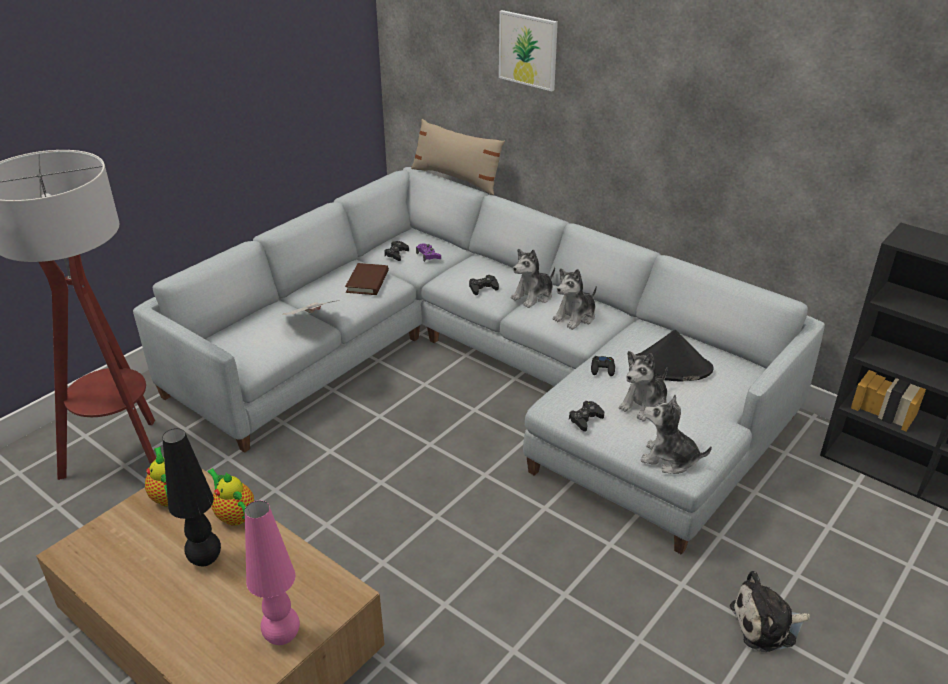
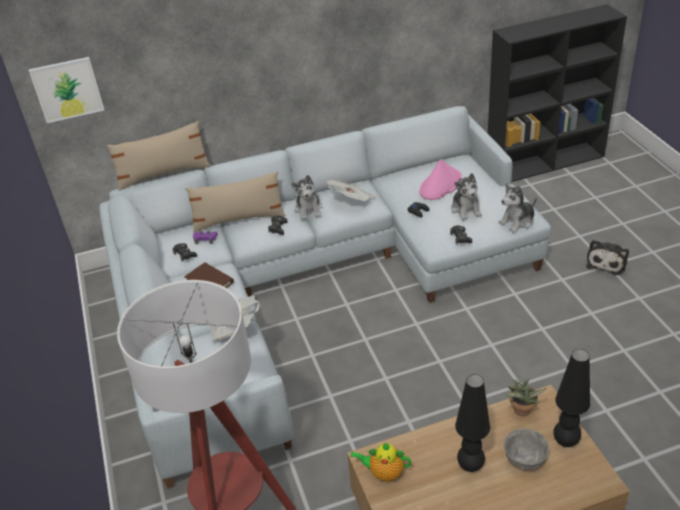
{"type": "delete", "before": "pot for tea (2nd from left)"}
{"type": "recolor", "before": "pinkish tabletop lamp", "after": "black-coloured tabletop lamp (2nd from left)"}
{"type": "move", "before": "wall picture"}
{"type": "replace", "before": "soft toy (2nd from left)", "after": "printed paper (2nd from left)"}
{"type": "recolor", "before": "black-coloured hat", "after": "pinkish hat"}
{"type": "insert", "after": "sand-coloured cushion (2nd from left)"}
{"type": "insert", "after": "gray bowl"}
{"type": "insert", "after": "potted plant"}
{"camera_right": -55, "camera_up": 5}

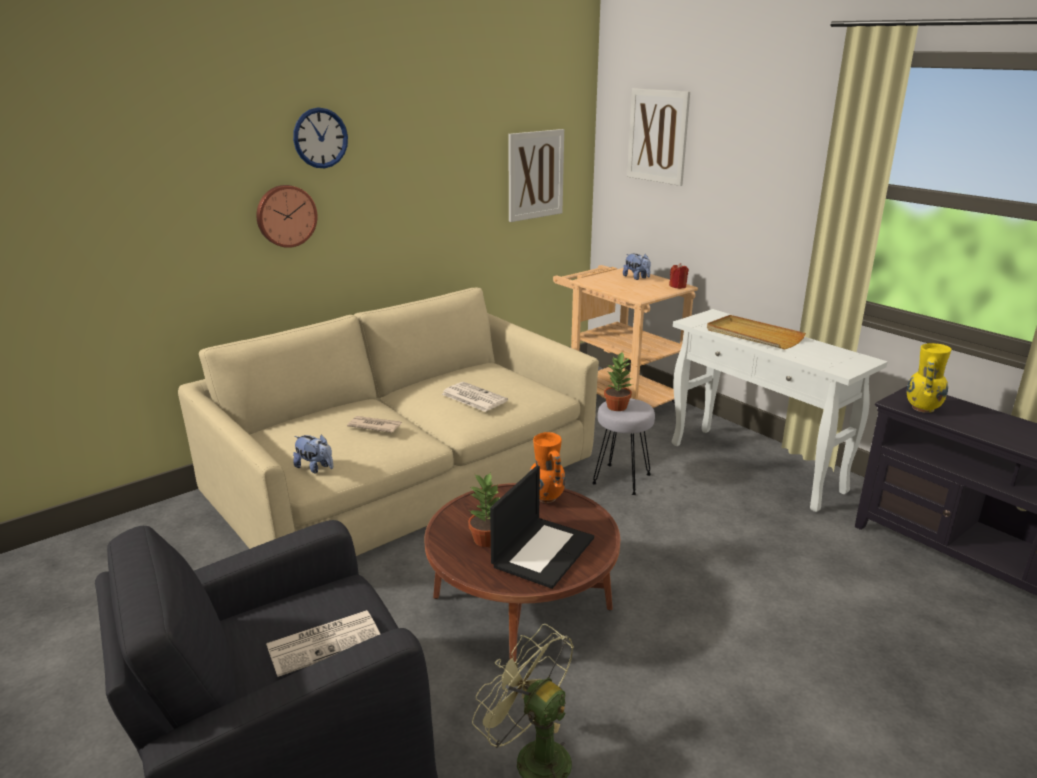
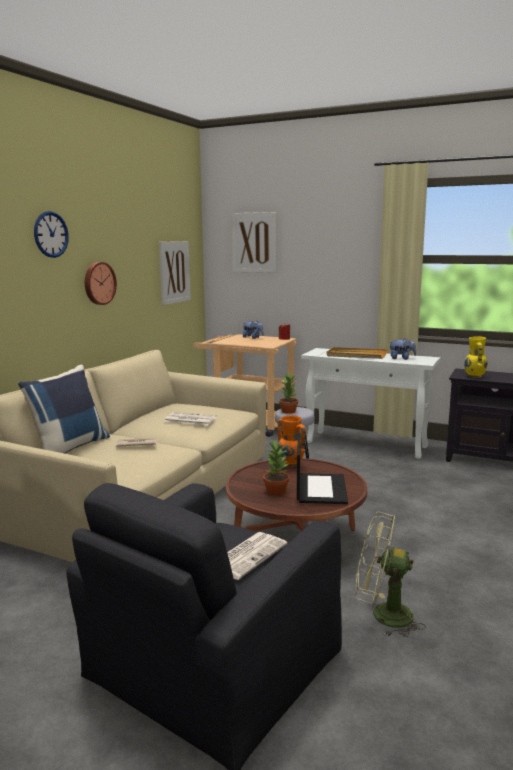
{"type": "move", "before": "clock on the wall (1st from left in the first image)", "after": "clock on the wall (2nd from left)"}
{"type": "move", "before": "soft toy (1st from left in the first image)", "after": "soft toy (2nd from left)"}
{"type": "insert", "after": "blue-coloured cushion"}
{"camera_right": -25, "camera_up": -10}

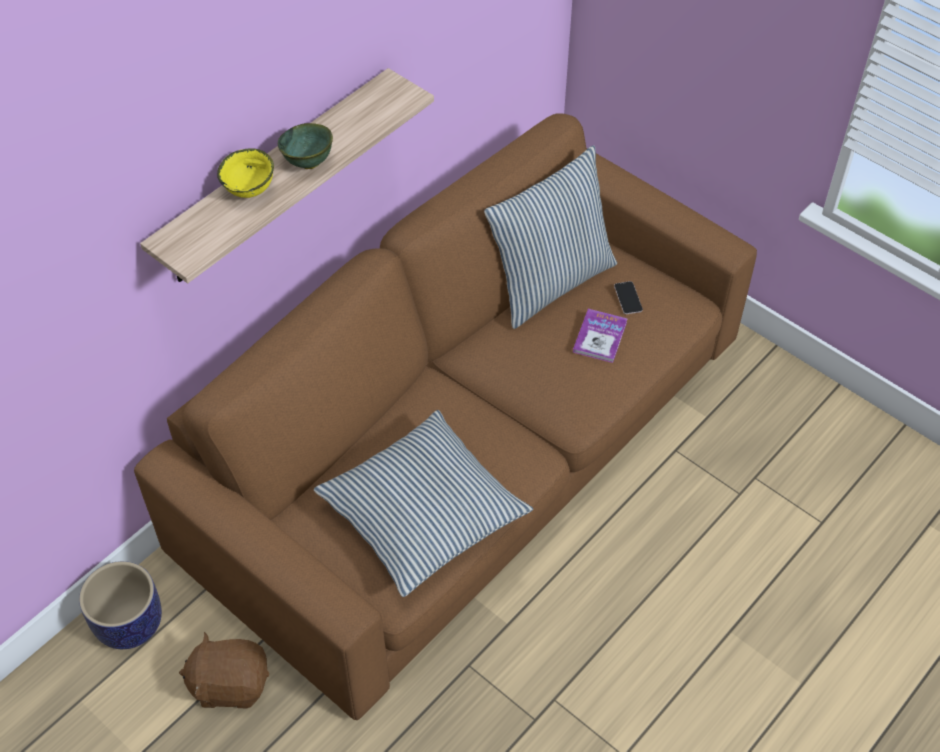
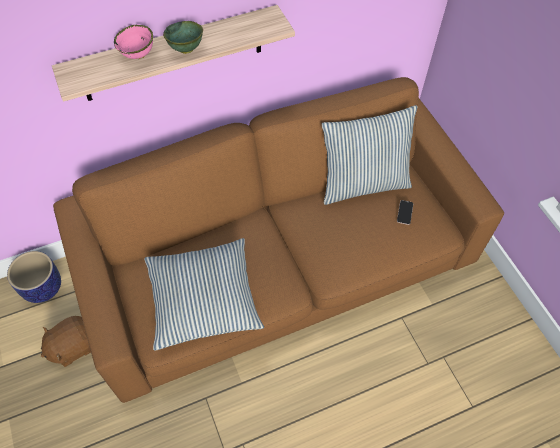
{"type": "rotate", "before": "brown-coloured soft toy", "turn": -60}
{"type": "recolor", "before": "yellow-coloured bowl", "after": "pinkish bowl"}
{"type": "delete", "before": "bound book"}
{"camera_right": 25, "camera_up": 5}

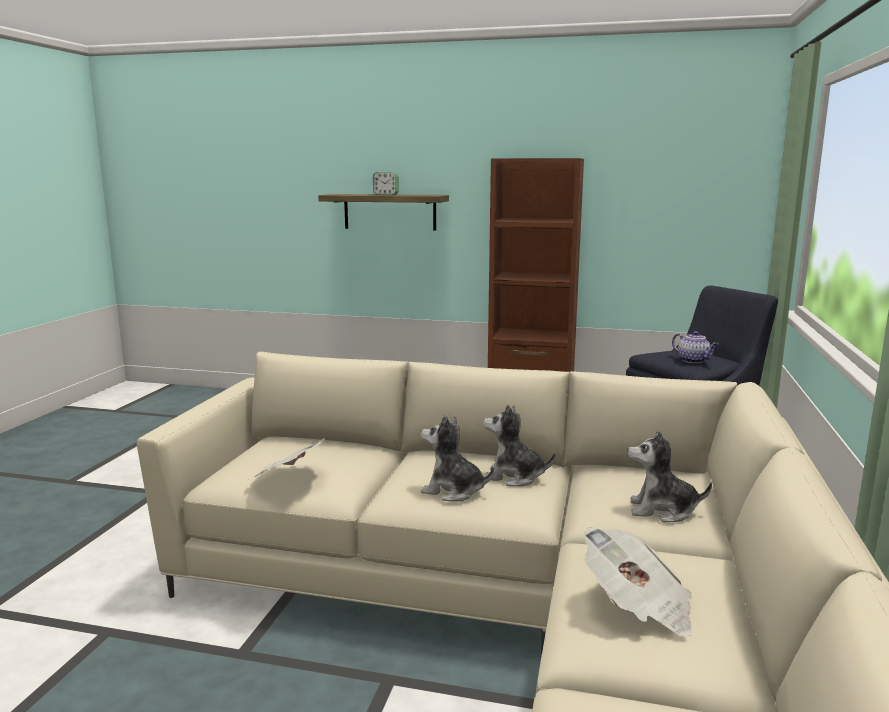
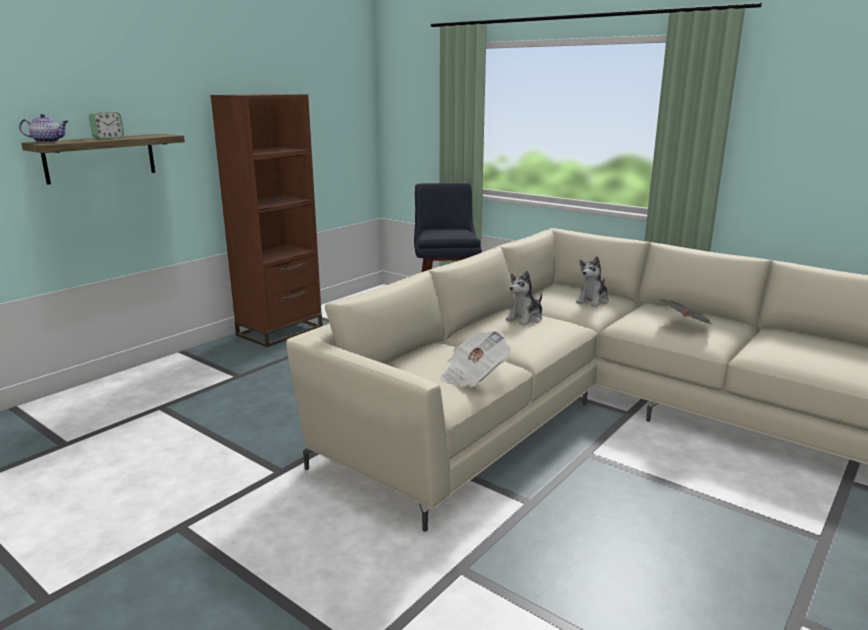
{"type": "delete", "before": "soft toy (1st from left)"}
{"type": "move", "before": "pot for tea"}
{"camera_right": -65, "camera_up": 5}

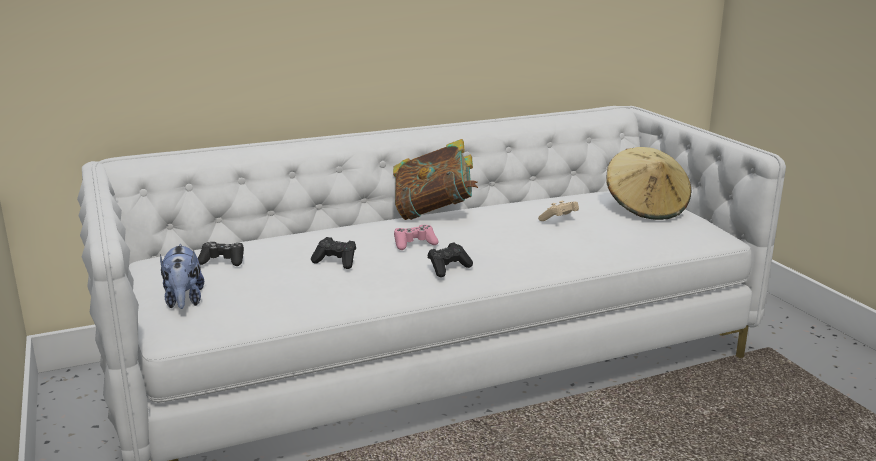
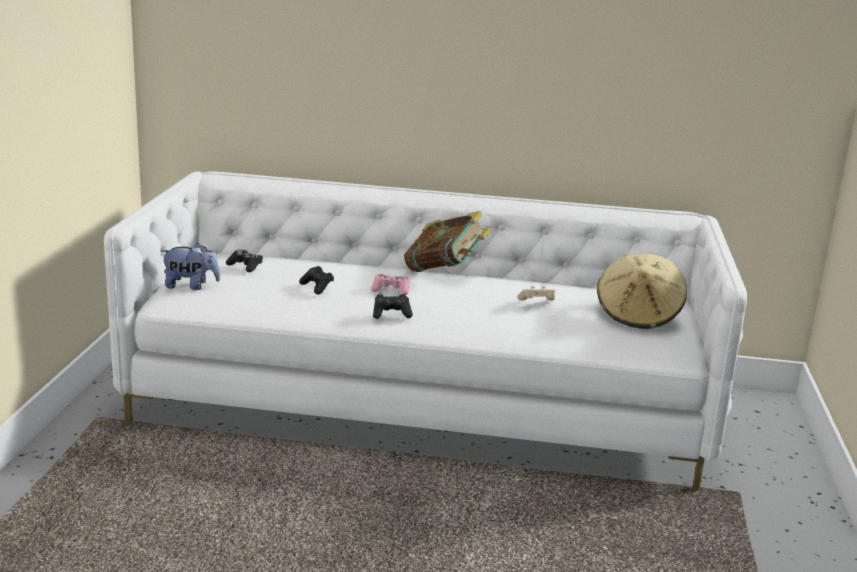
{"type": "rotate", "before": "soft toy", "turn": -105}
{"camera_right": 30, "camera_up": 0}

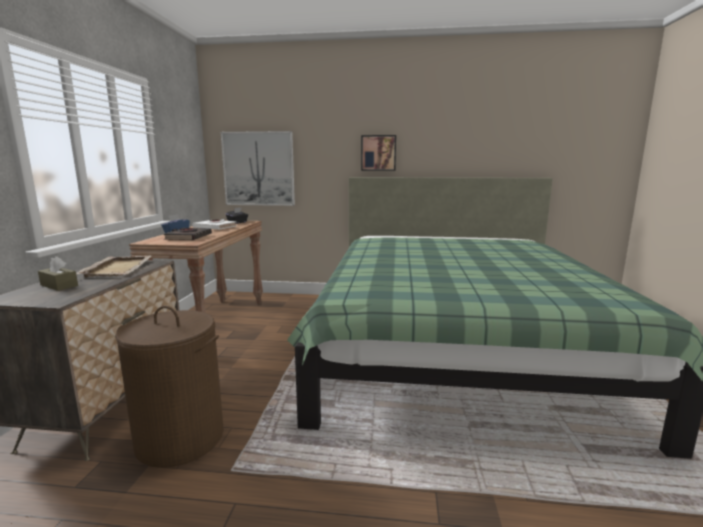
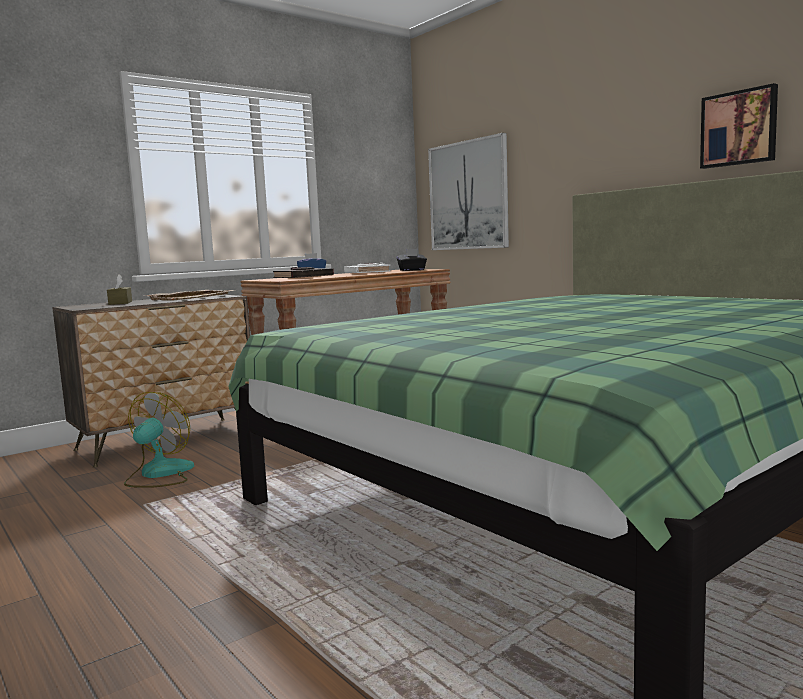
{"type": "replace", "before": "brown-coloured hamper", "after": "cooling fan"}
{"type": "move", "before": "wall picture (2nd from left)"}
{"camera_right": 45, "camera_up": -5}

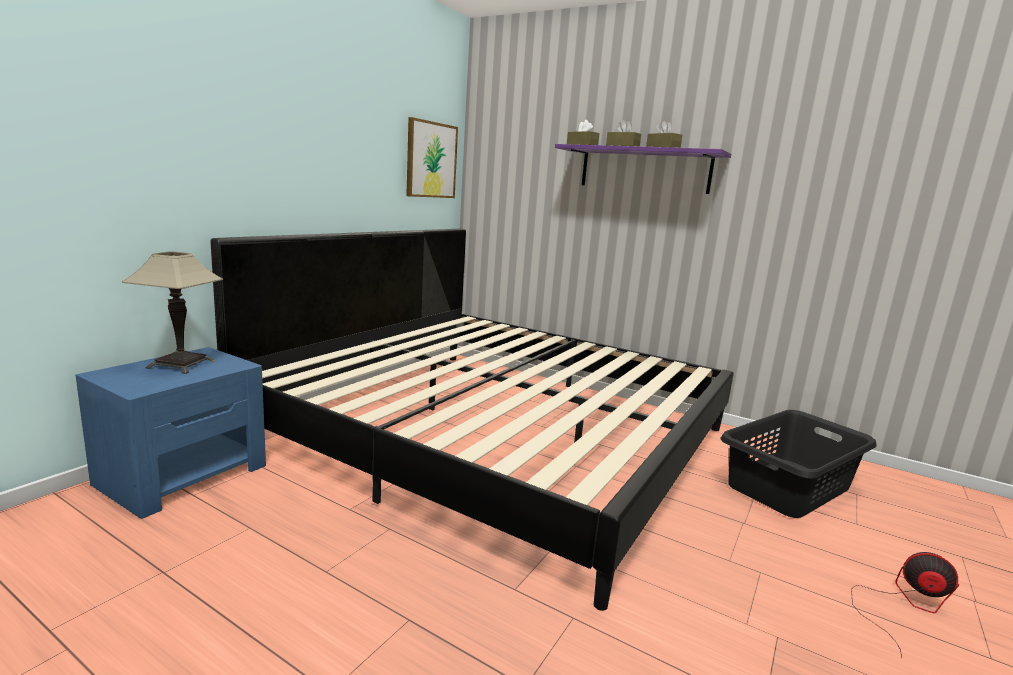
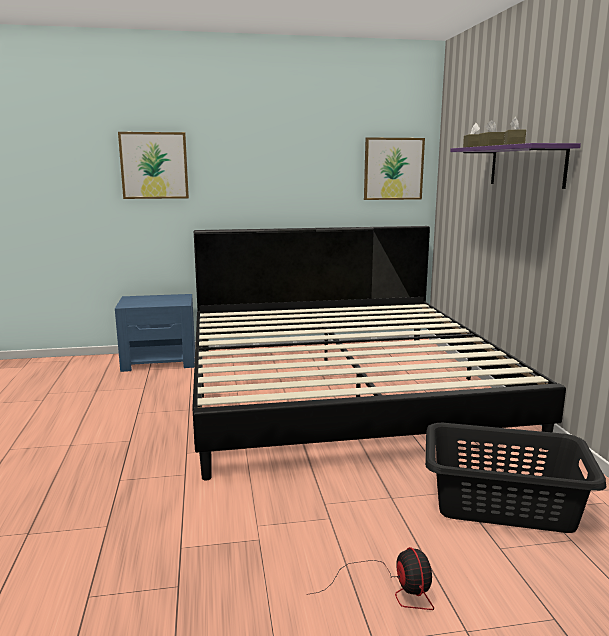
{"type": "delete", "before": "tabletop lamp"}
{"type": "insert", "after": "wall picture (1st from left)"}
{"camera_right": 50, "camera_up": 0}

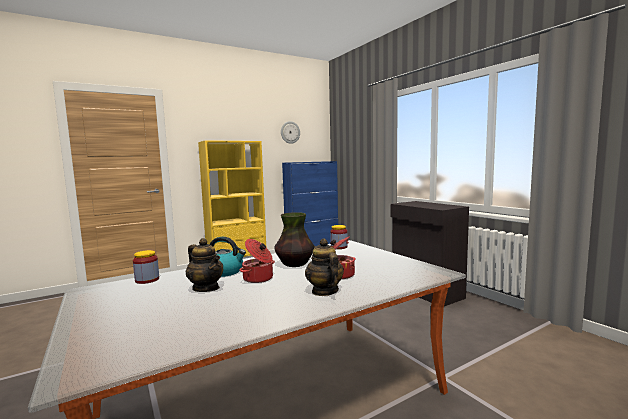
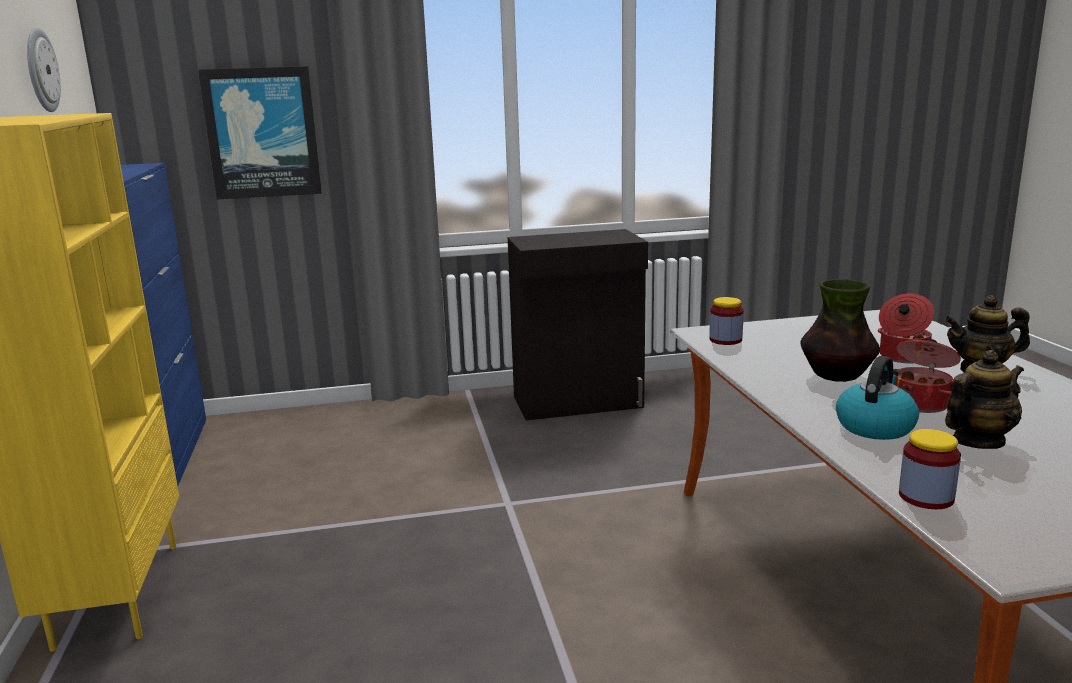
{"type": "insert", "after": "wall picture"}
{"camera_right": -70, "camera_up": 10}

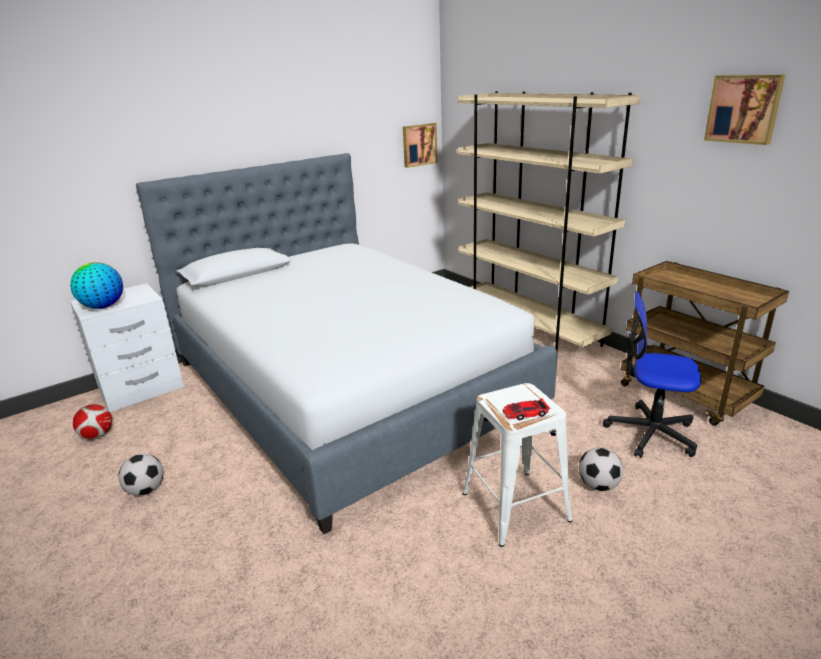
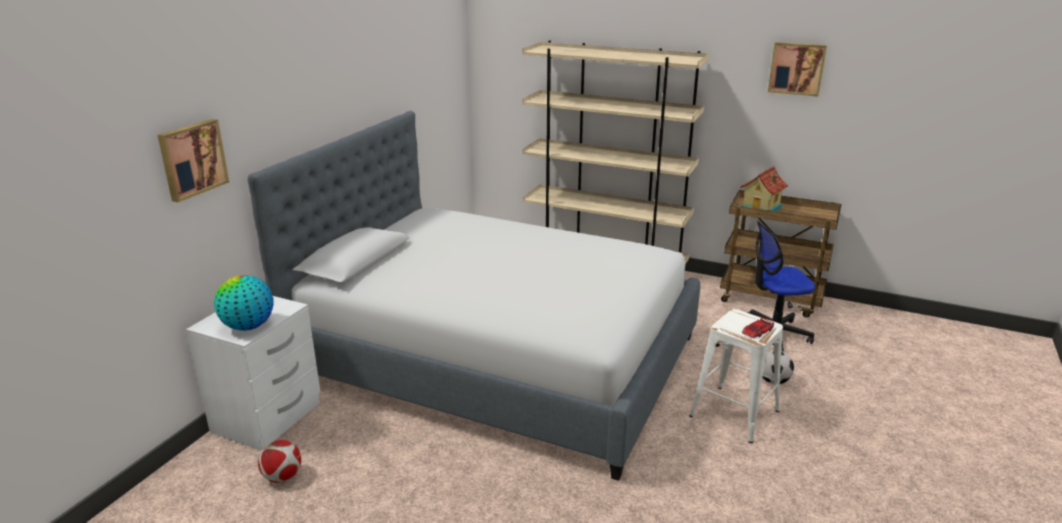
{"type": "delete", "before": "football ball (2nd from left)"}
{"type": "move", "before": "wall picture (1st from left)"}
{"type": "insert", "after": "miniature house"}
{"camera_right": -30, "camera_up": 0}

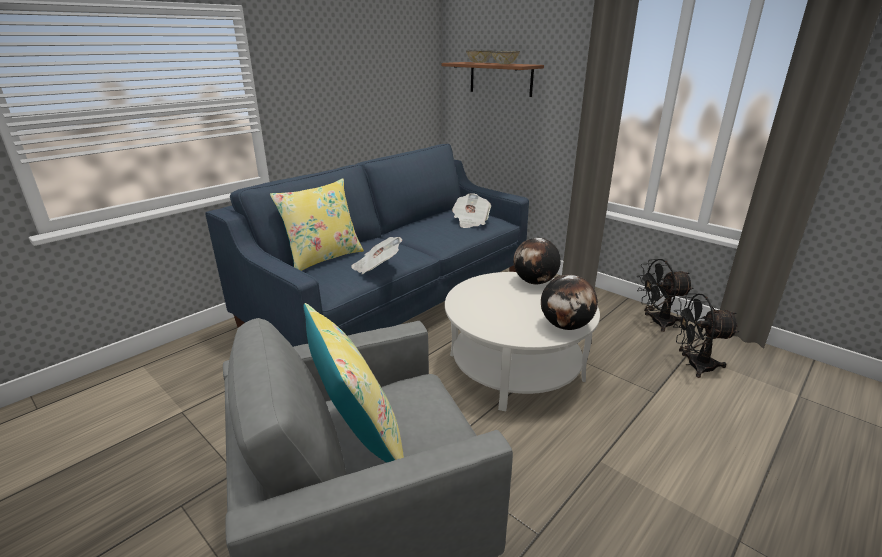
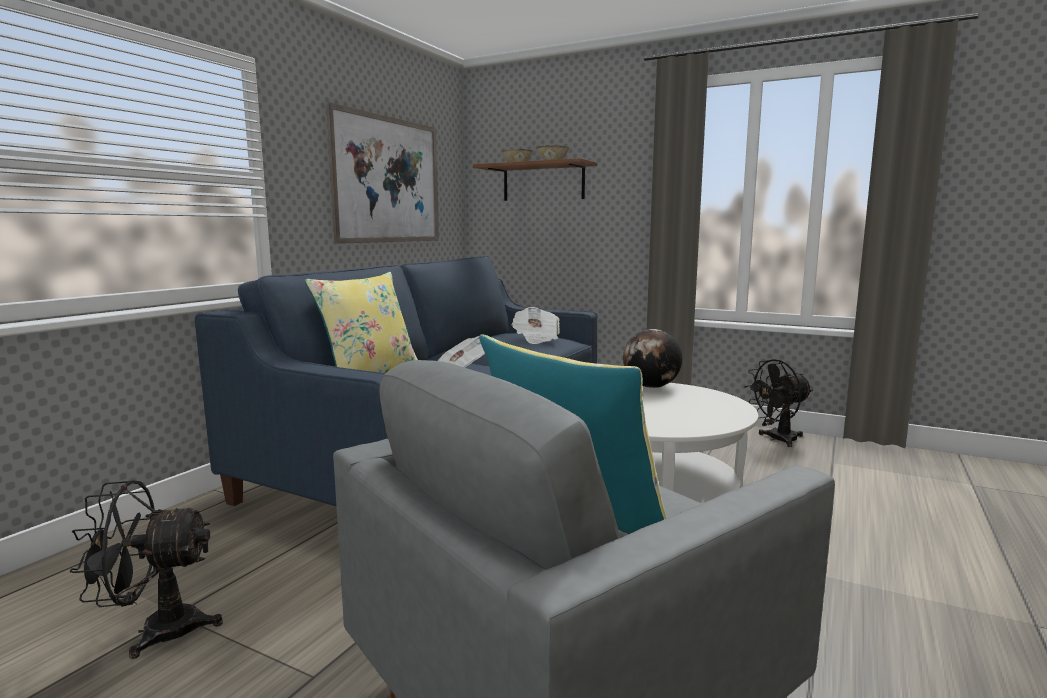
{"type": "delete", "before": "globe (2nd from left)"}
{"type": "move", "before": "black-coloured cooling fan (2nd from left in the first image)", "after": "black-coloured cooling fan (1st from left)"}
{"type": "insert", "after": "wall picture"}
{"camera_right": -15, "camera_up": -15}

